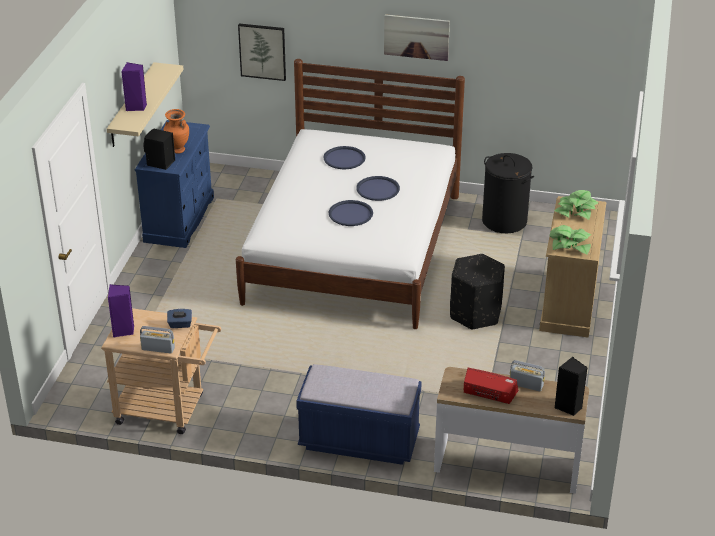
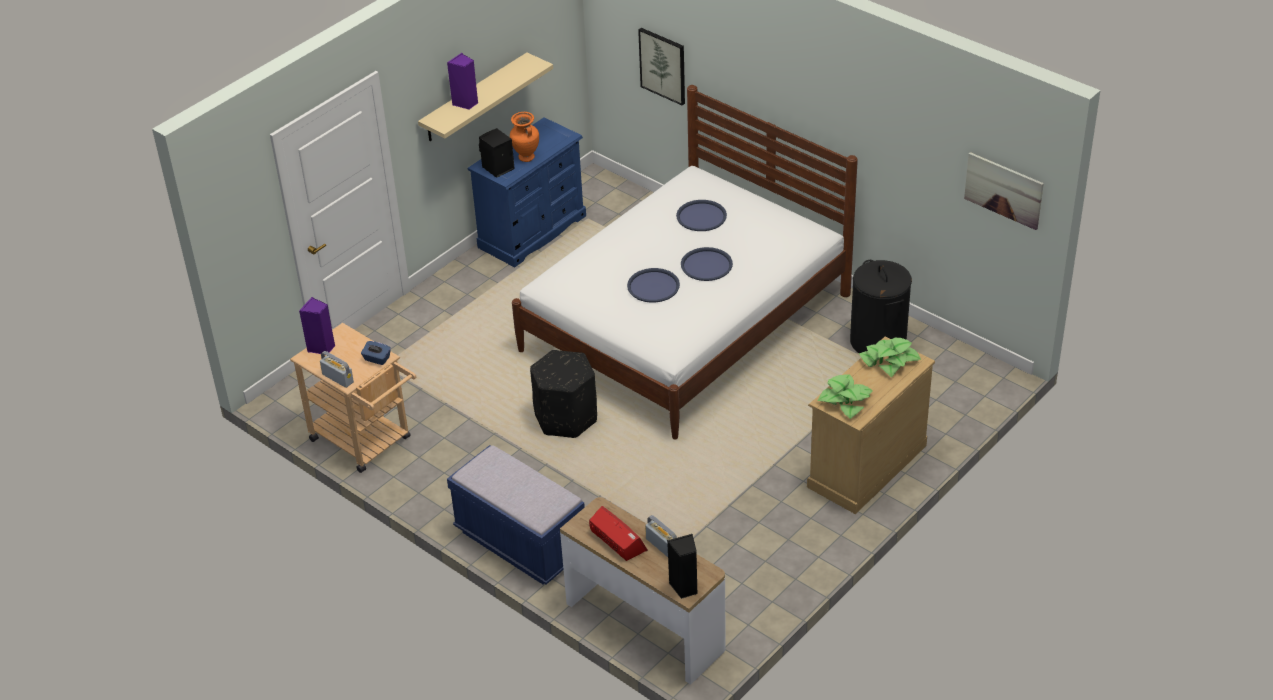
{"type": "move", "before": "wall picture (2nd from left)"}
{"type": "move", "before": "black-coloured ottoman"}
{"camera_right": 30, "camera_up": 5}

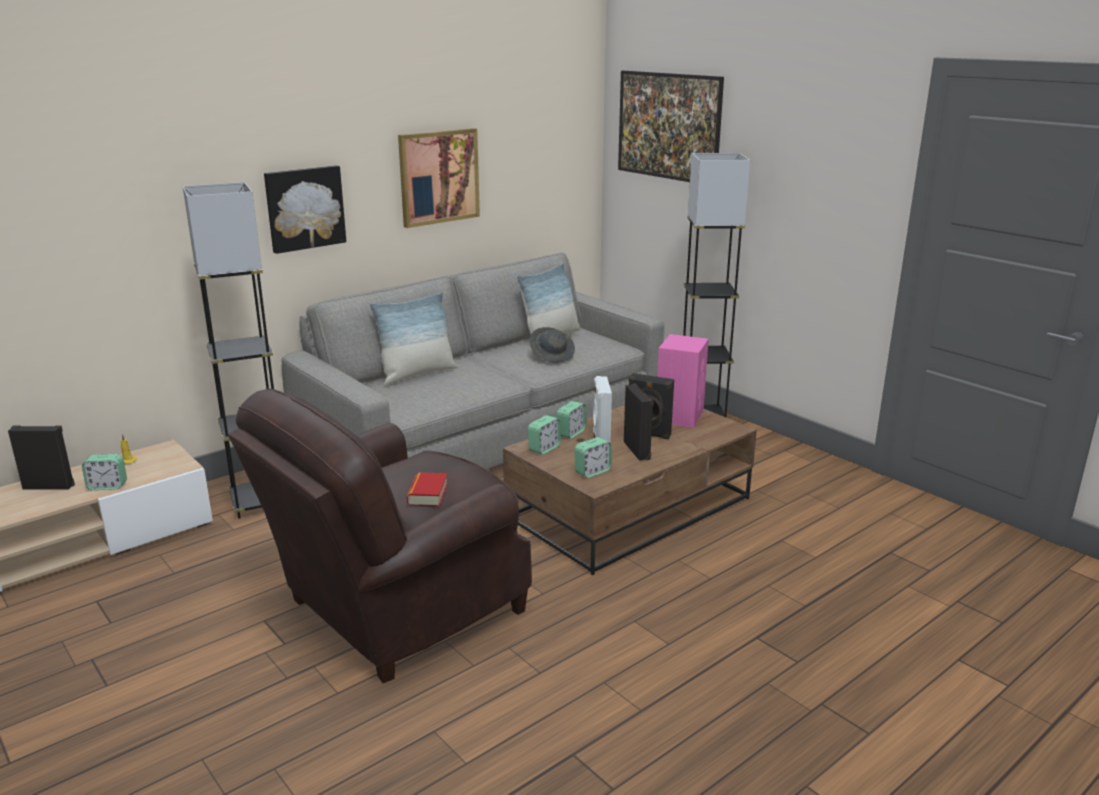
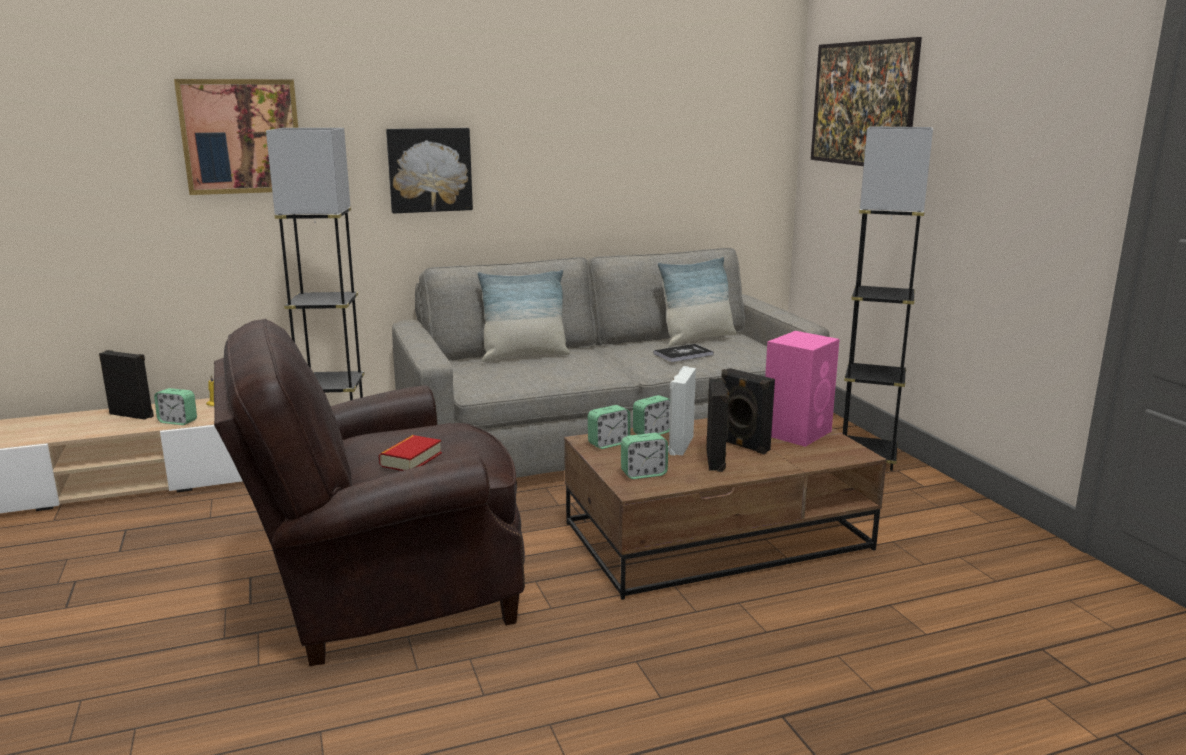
{"type": "move", "before": "wall picture (2nd from left in the first image)", "after": "wall picture (1st from left)"}
{"type": "replace", "before": "gray hat", "after": "bound book (2nd from left)"}
{"camera_right": 20, "camera_up": -5}

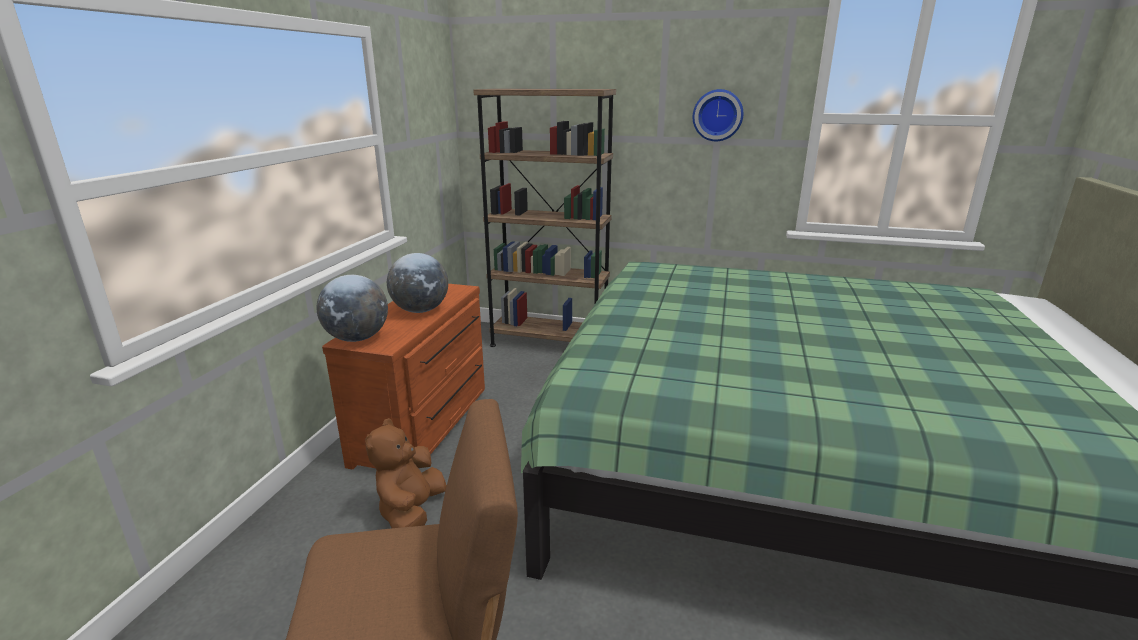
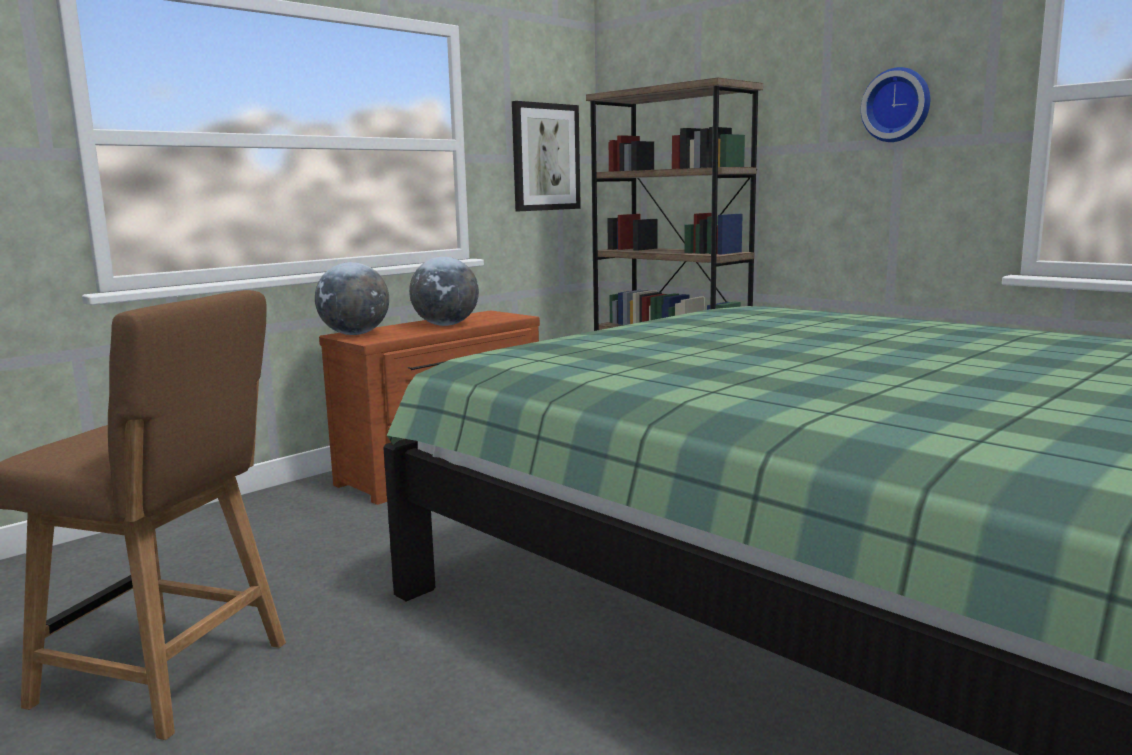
{"type": "delete", "before": "brown-coloured soft toy"}
{"type": "insert", "after": "wall picture"}
{"camera_right": 30, "camera_up": -10}

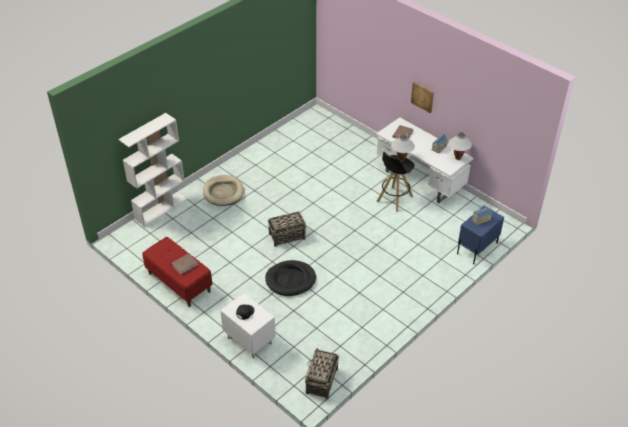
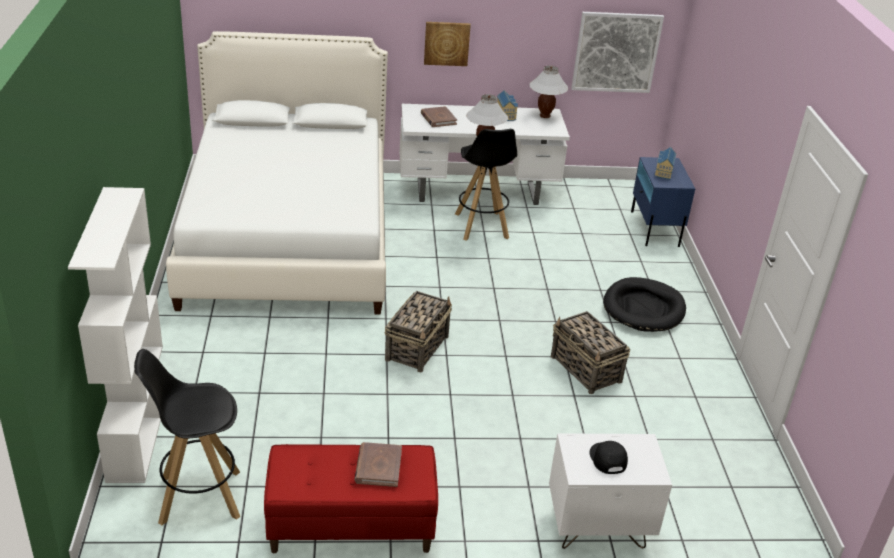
{"type": "delete", "before": "sand-coloured dog cushion"}
{"type": "move", "before": "black-coloured dog cushion"}
{"type": "move", "before": "storage basket (2nd from left)"}
{"type": "insert", "after": "black-coloured stool seat (1st from left)"}
{"type": "insert", "after": "white sleeping bed"}
{"type": "insert", "after": "wall picture (2nd from left)"}
{"camera_right": -50, "camera_up": -10}

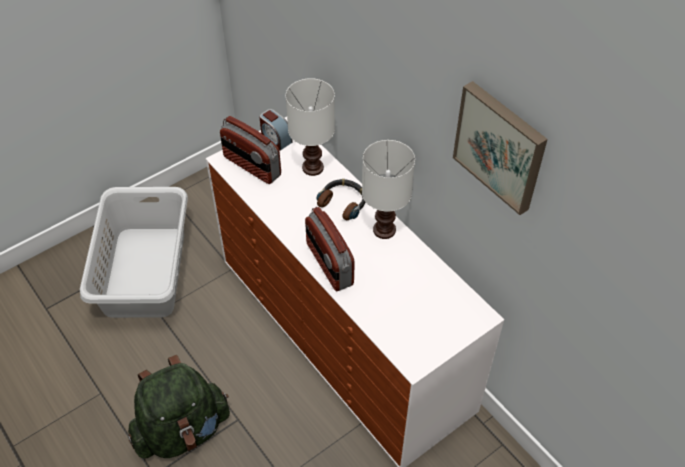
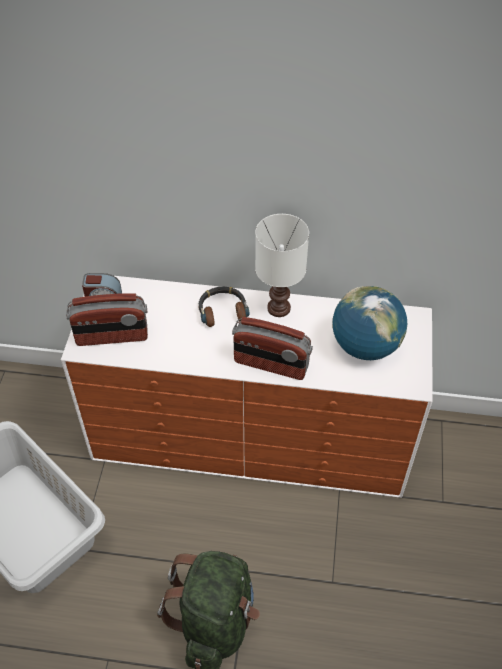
{"type": "delete", "before": "white tabletop lamp (1st from left)"}
{"type": "delete", "before": "wall picture"}
{"type": "insert", "after": "globe"}
{"camera_right": -45, "camera_up": 0}

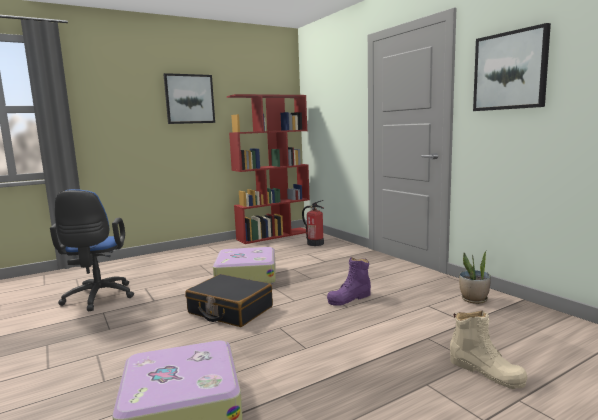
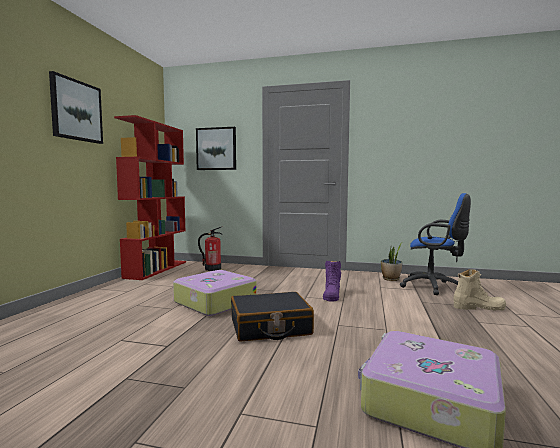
{"type": "move", "before": "blue-coloured computer chair"}
{"type": "move", "before": "wall picture (2nd from left)"}
{"camera_right": -45, "camera_up": -5}

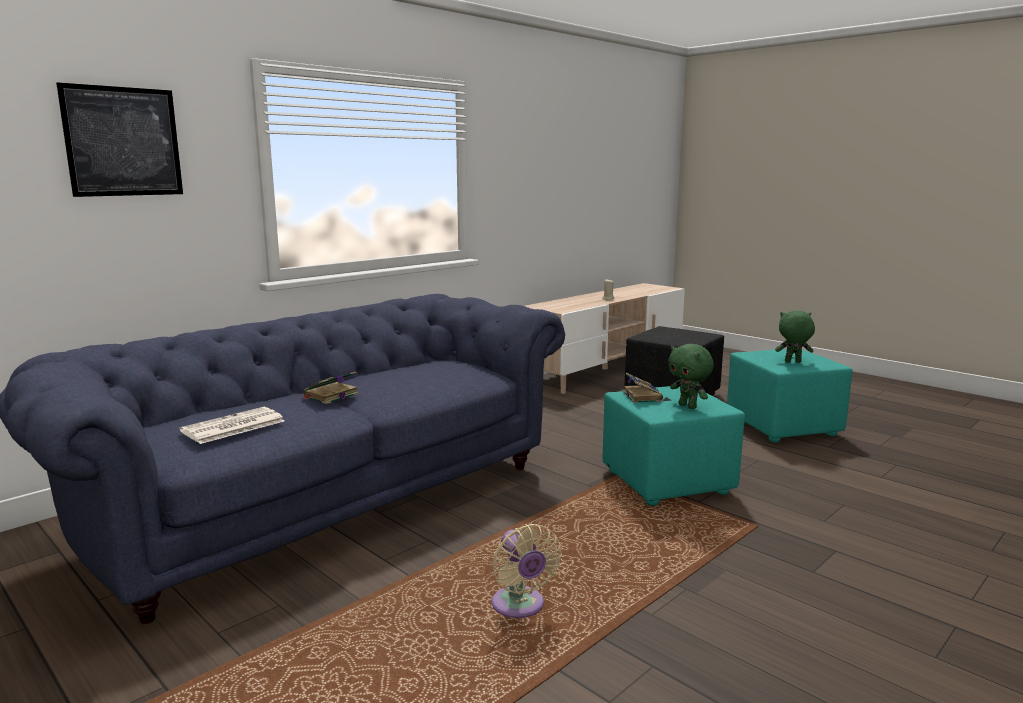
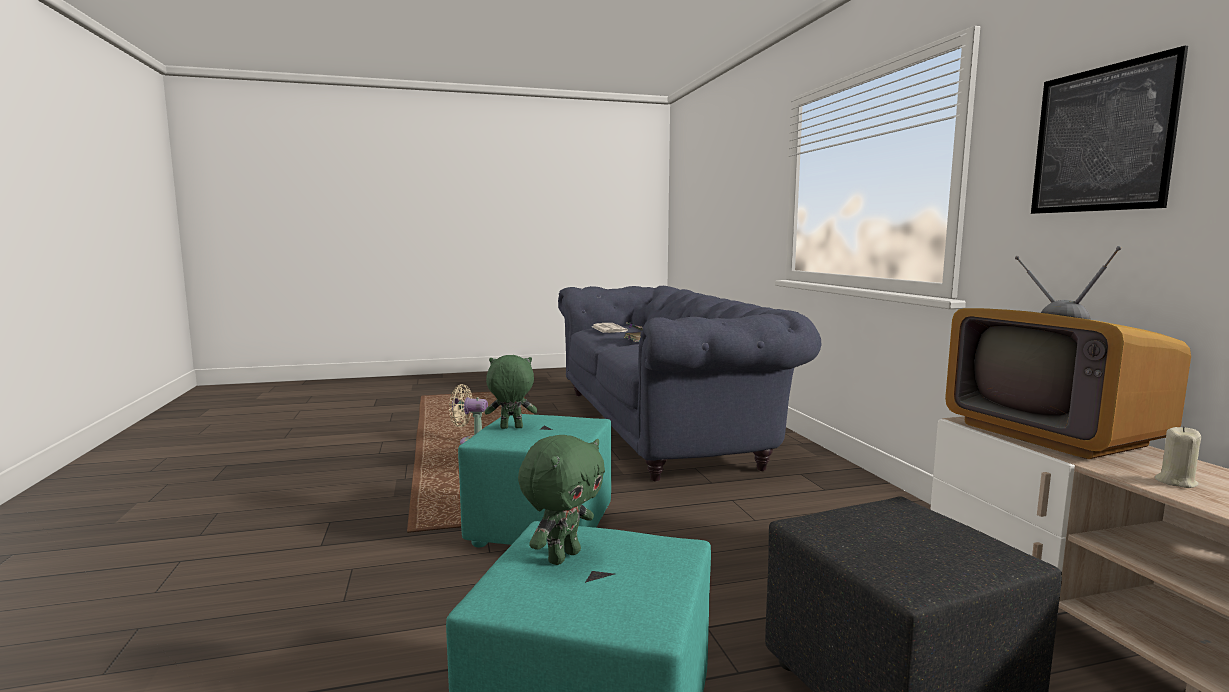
{"type": "move", "before": "wall picture"}
{"type": "delete", "before": "bound book (2nd from left)"}
{"type": "insert", "after": "television"}
{"camera_right": 120, "camera_up": -5}

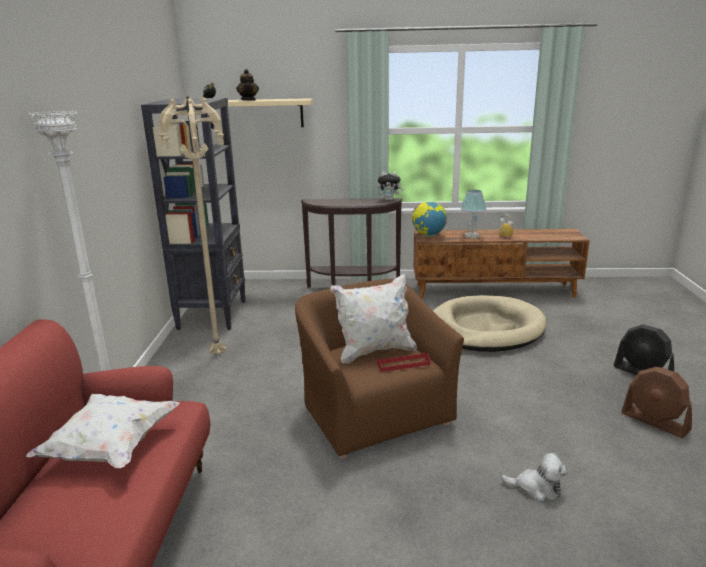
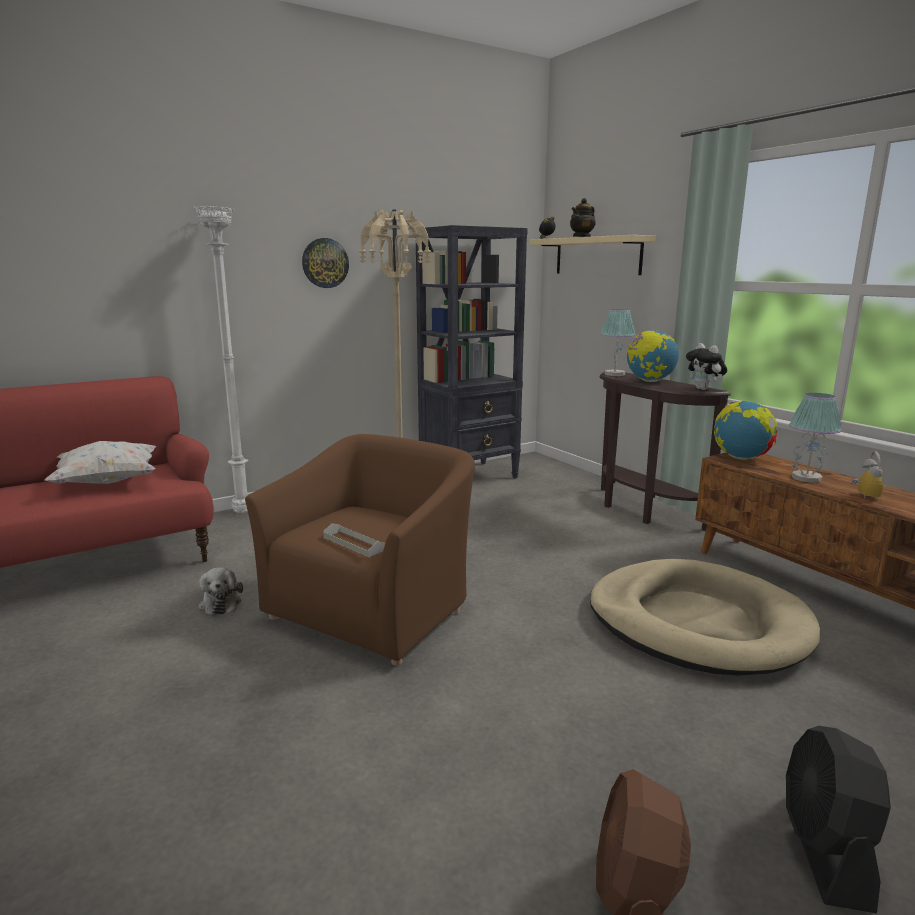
{"type": "delete", "before": "white cushion (2nd from left)"}
{"type": "recolor", "before": "red-coloured serving tray", "after": "gray serving tray"}
{"type": "move", "before": "soft toy (2nd from left in the first image)", "after": "soft toy (1st from left)"}
{"type": "insert", "after": "clock on the wall"}
{"type": "insert", "after": "tabletop lamp (1st from left)"}
{"type": "insert", "after": "globe (1st from left)"}
{"camera_right": 55, "camera_up": -5}

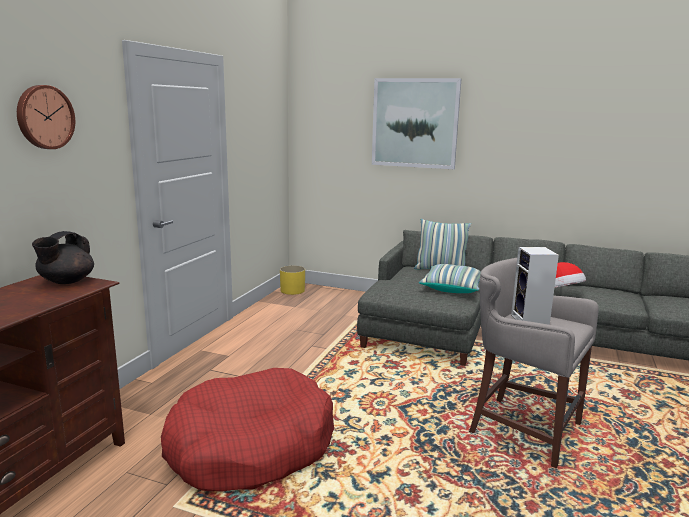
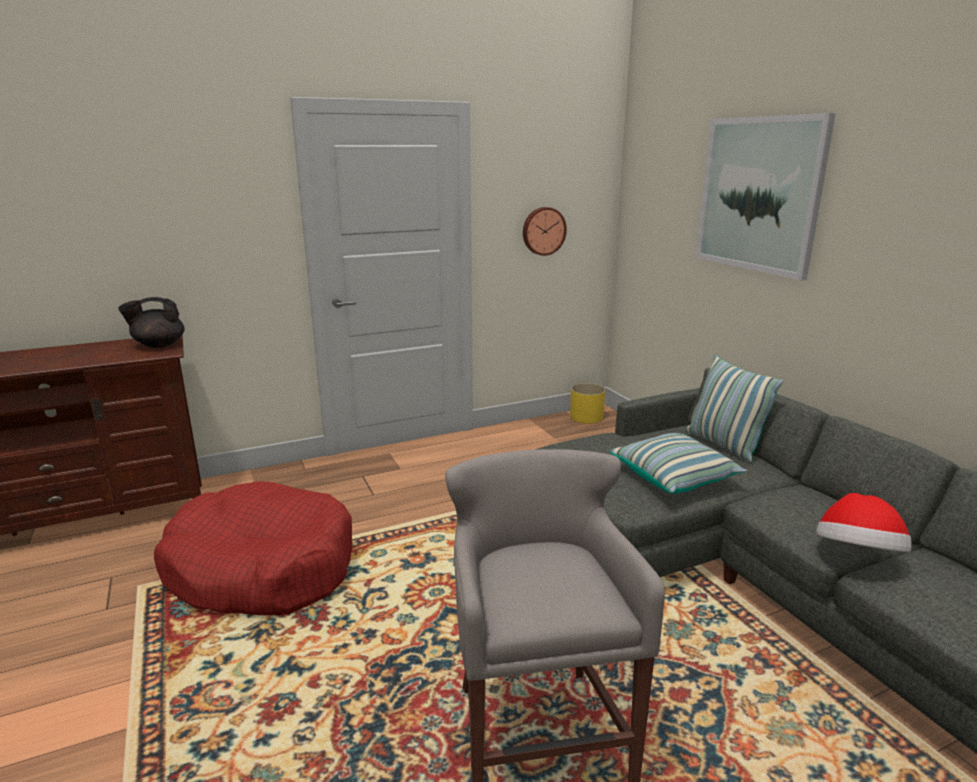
{"type": "move", "before": "clock on the wall"}
{"type": "delete", "before": "audio speaker"}
{"camera_right": 45, "camera_up": 5}

